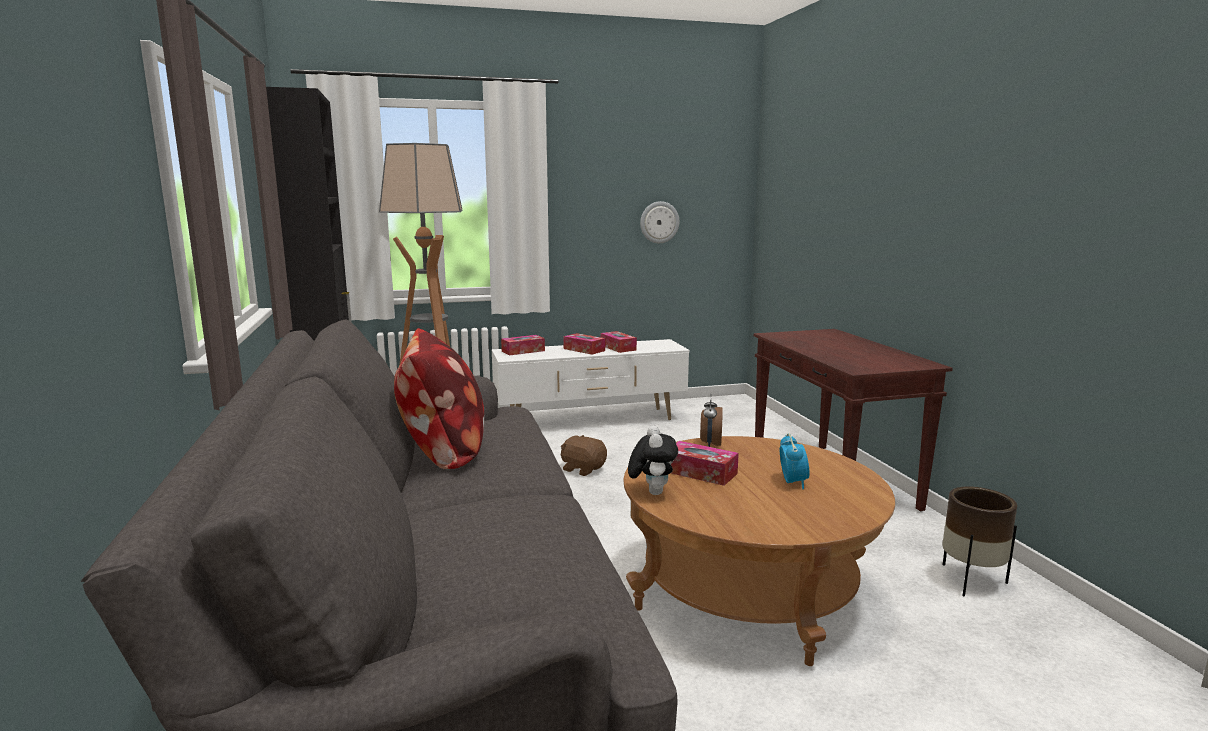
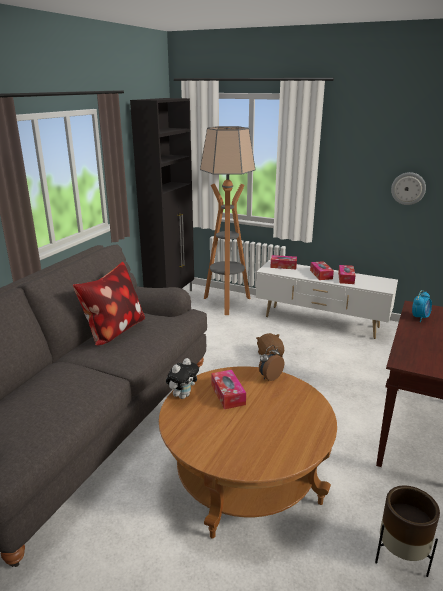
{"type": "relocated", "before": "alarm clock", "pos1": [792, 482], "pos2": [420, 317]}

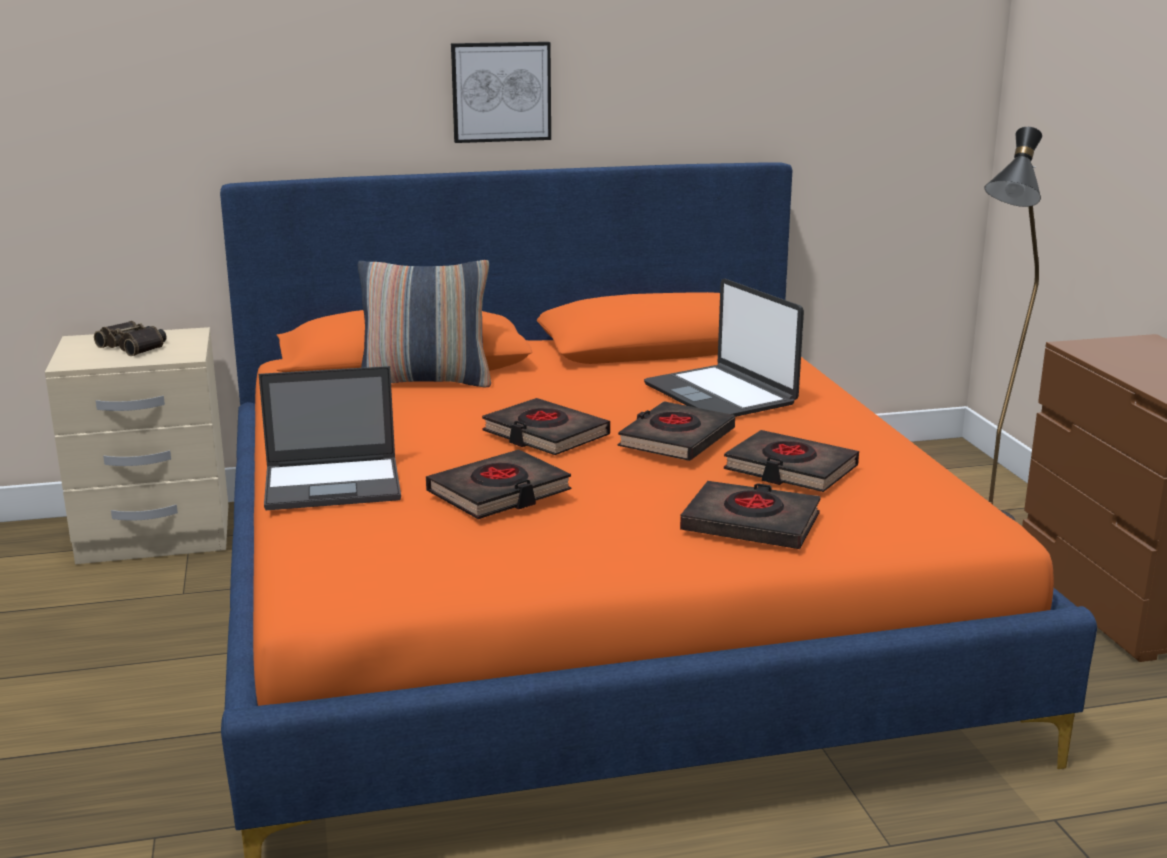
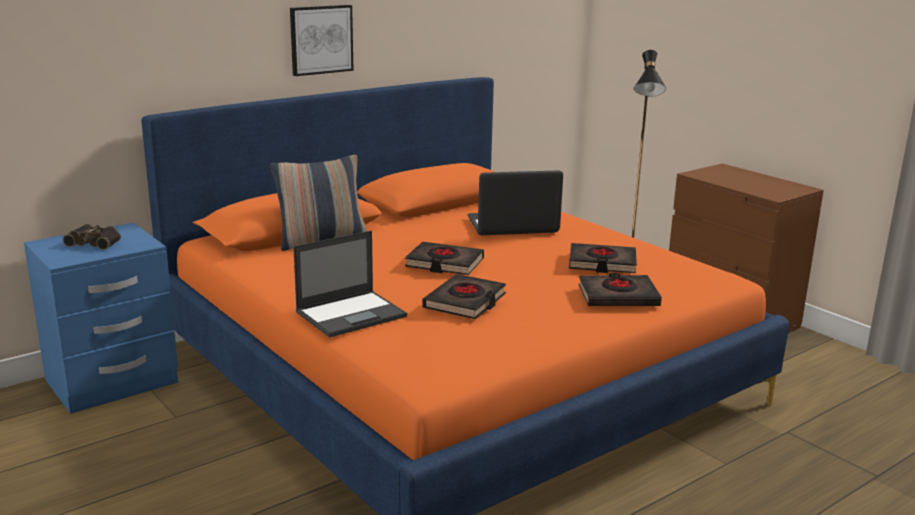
{"type": "colour", "before": "nightstand (beige)", "after": "nightstand (blue)", "pos1": [155, 535], "pos2": [112, 382]}
{"type": "missing", "before": "book (black)", "pos1": [676, 439]}
{"type": "spun", "before": "laptop", "pos1": [721, 394], "pos2": [512, 226], "turn": 135}

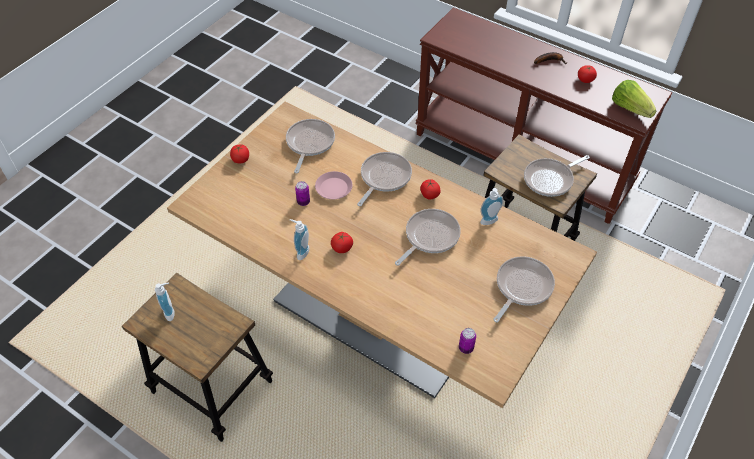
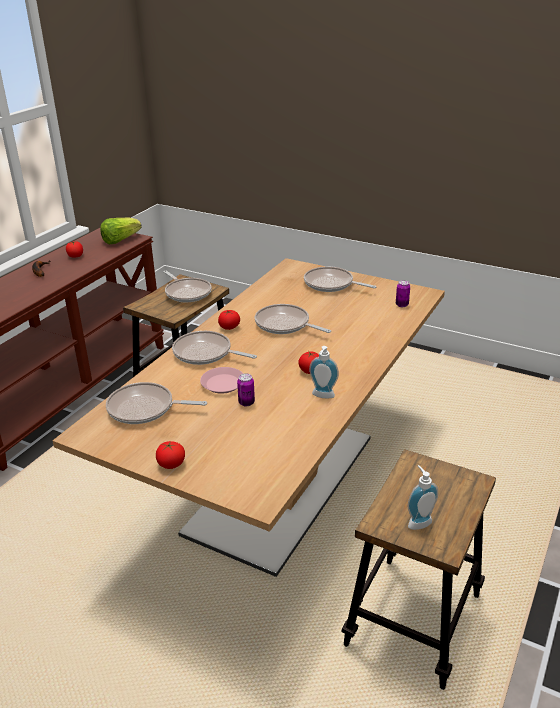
{"type": "missing", "before": "soap dispenser", "pos1": [490, 222]}

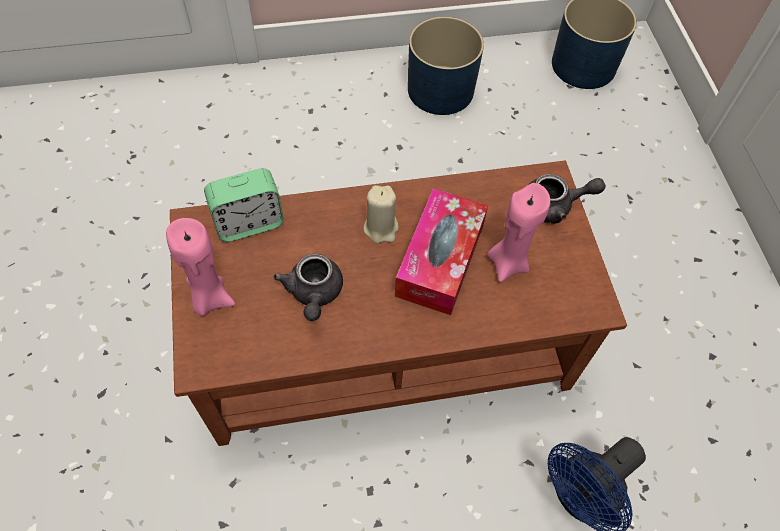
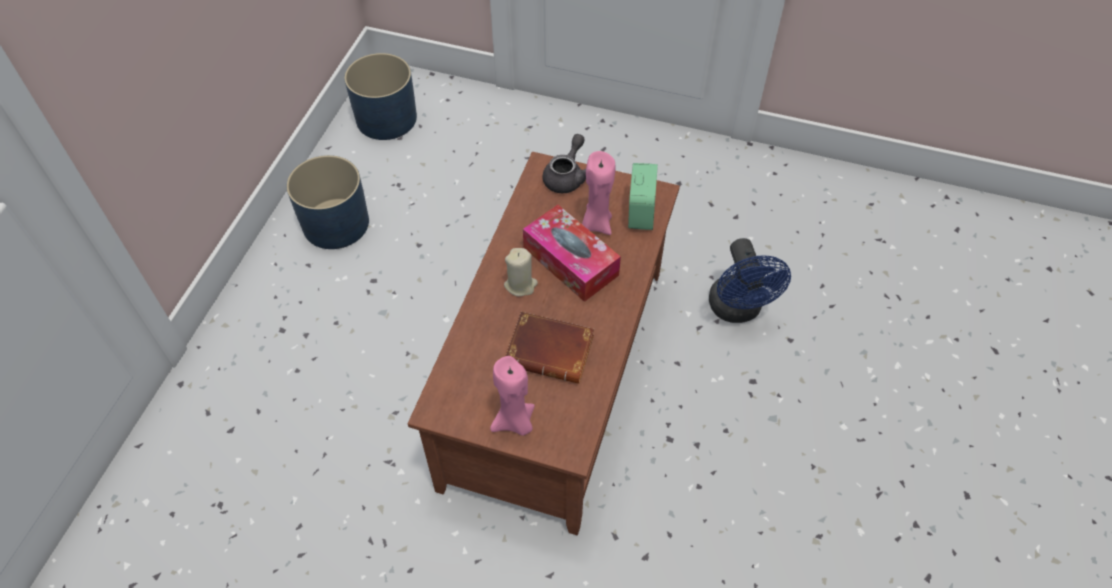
{"type": "relocated", "before": "alarm clock", "pos1": [249, 223], "pos2": [641, 212]}
{"type": "exchanged", "before": "teapot (grey)", "after": "book (brown)", "pos1": [314, 293], "pos2": [552, 350]}

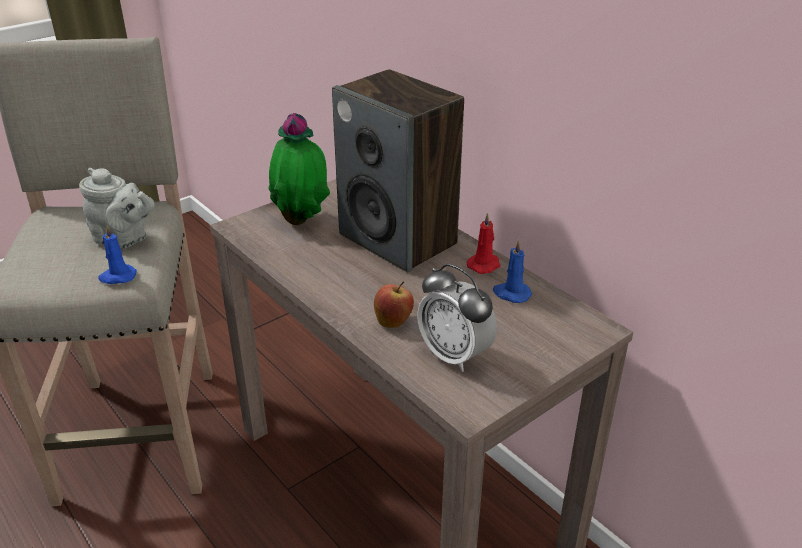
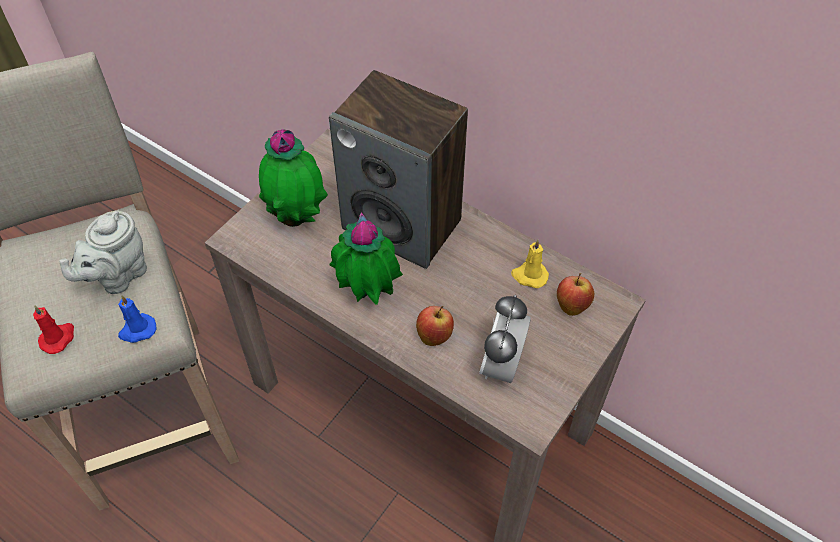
{"type": "spun", "before": "teapot (grey)", "pos1": [124, 239], "pos2": [118, 276], "turn": 120}
{"type": "spun", "before": "alarm clock", "pos1": [454, 355], "pos2": [501, 364], "turn": 75}
{"type": "relocated", "before": "candle (red)", "pos1": [484, 265], "pos2": [58, 338]}
{"type": "colour", "before": "candle (blue)", "after": "candle (yellow)", "pos1": [511, 293], "pos2": [529, 276]}
{"type": "appeared", "after": "potted plant", "pos2": [367, 295]}
{"type": "appeared", "after": "apple", "pos2": [572, 305]}

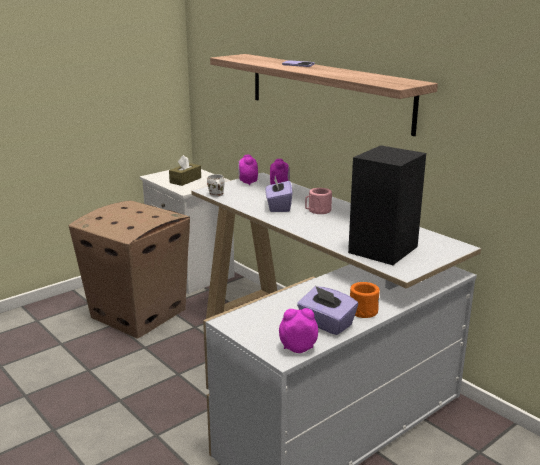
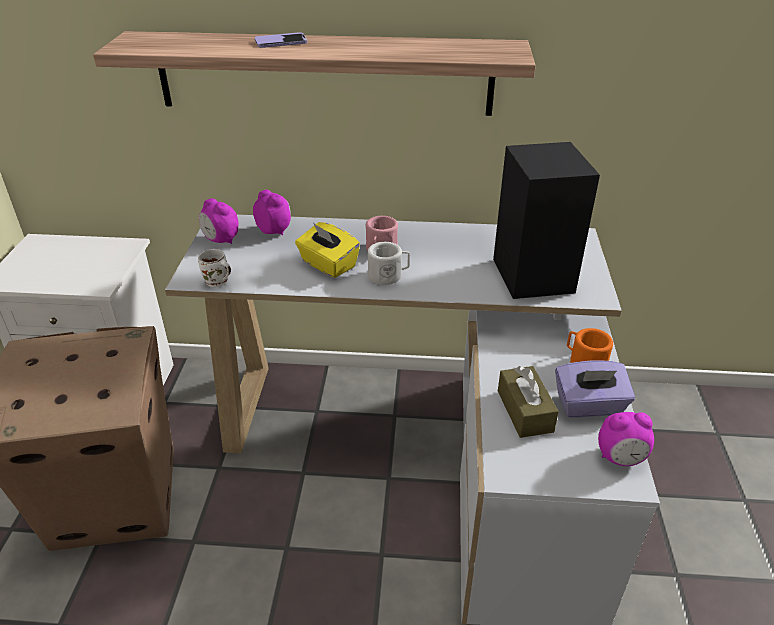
{"type": "relocated", "before": "tissue box (brown)", "pos1": [185, 180], "pos2": [524, 411]}
{"type": "colour", "before": "tissue box (purple)", "after": "tissue box (yellow)", "pos1": [278, 207], "pos2": [328, 265]}
{"type": "spun", "before": "alarm clock", "pos1": [298, 348], "pos2": [620, 458], "turn": -135}
{"type": "appeared", "after": "mug (white)", "pos2": [389, 275]}

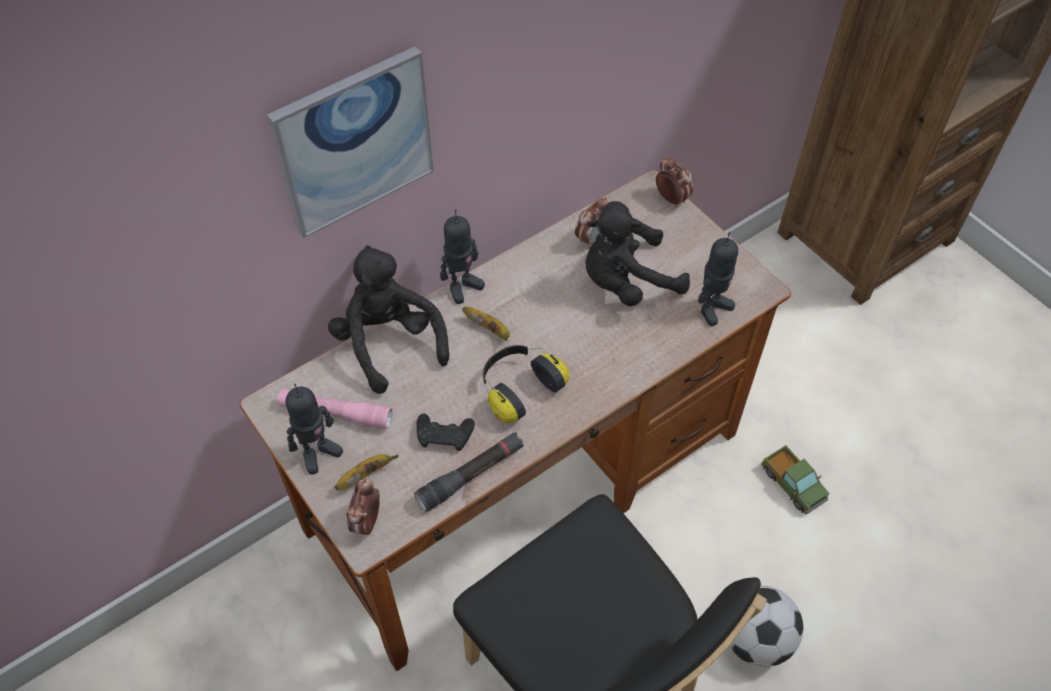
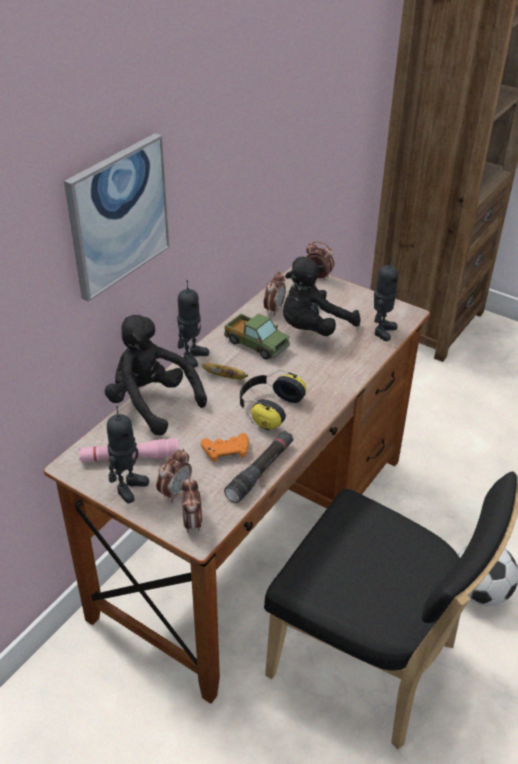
{"type": "exchanged", "before": "banana", "after": "alarm clock", "pos1": [365, 475], "pos2": [175, 492]}
{"type": "colour", "before": "game controller (black)", "after": "game controller (orange)", "pos1": [444, 435], "pos2": [226, 451]}
{"type": "relocated", "before": "toy truck", "pos1": [792, 484], "pos2": [256, 344]}

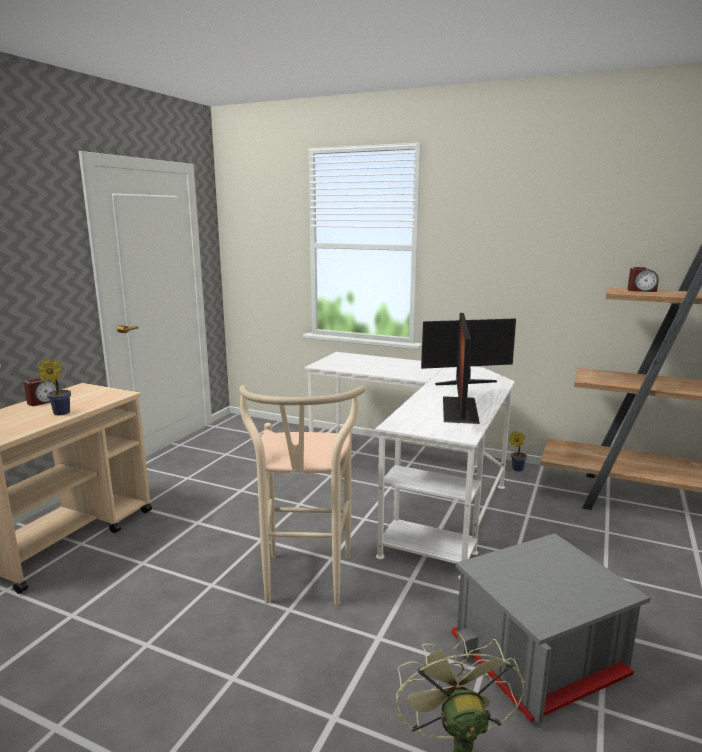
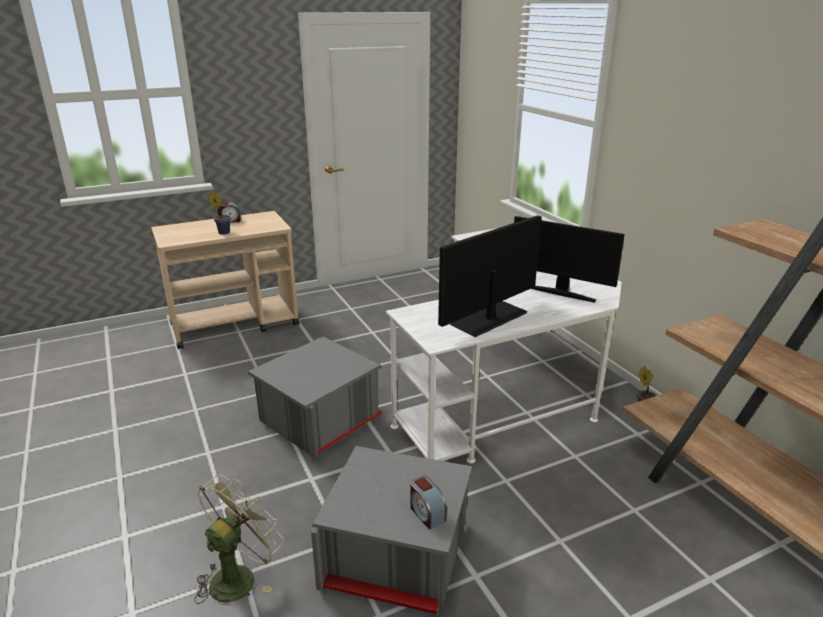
{"type": "exchanged", "before": "stool (beige)", "after": "storage box (grey)", "pos1": [305, 585], "pos2": [318, 420]}
{"type": "relocated", "before": "alarm clock", "pos1": [641, 290], "pos2": [426, 513]}

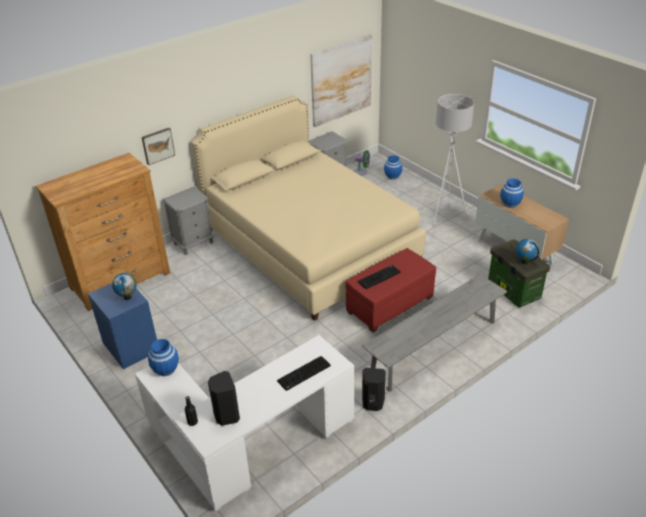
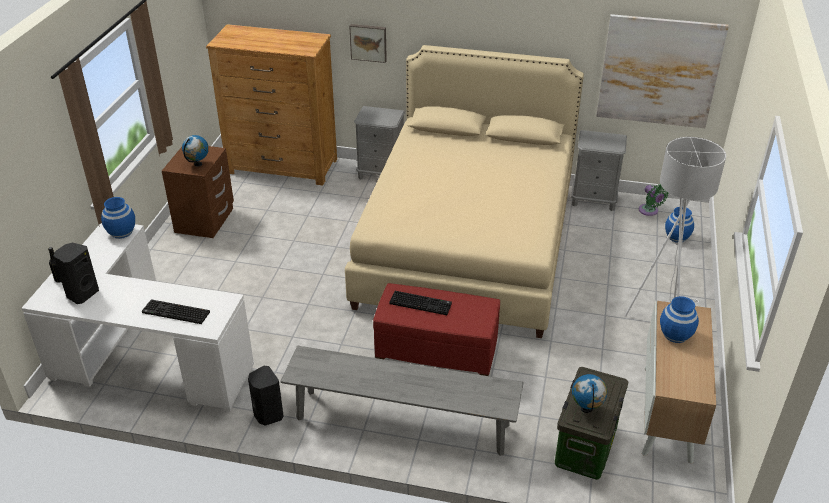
{"type": "colour", "before": "nightstand (blue)", "after": "nightstand (brown)", "pos1": [131, 346], "pos2": [205, 220]}

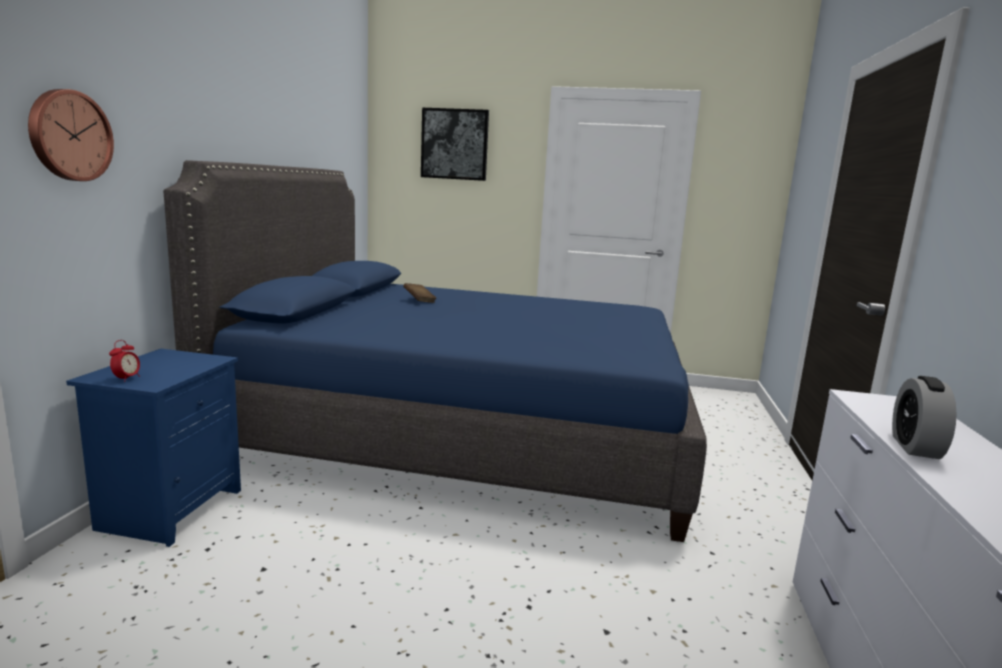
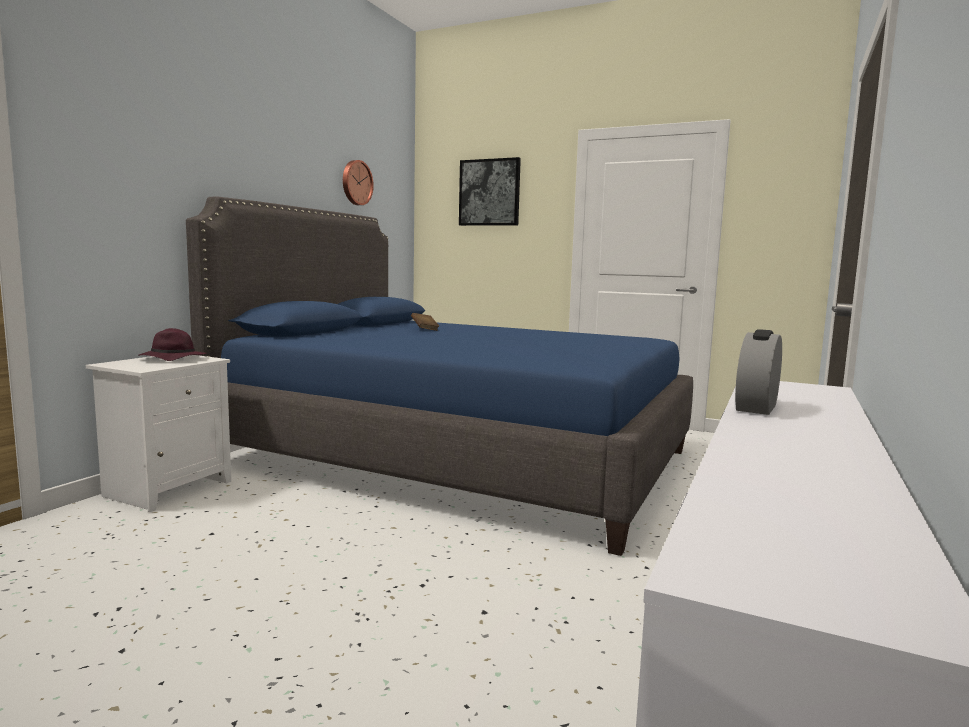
{"type": "relocated", "before": "wall clock", "pos1": [69, 135], "pos2": [356, 183]}
{"type": "colour", "before": "nightstand (blue)", "after": "nightstand (white)", "pos1": [170, 508], "pos2": [168, 488]}
{"type": "missing", "before": "alarm clock", "pos1": [127, 379]}
{"type": "appeared", "after": "hat (purple)", "pos2": [172, 359]}

